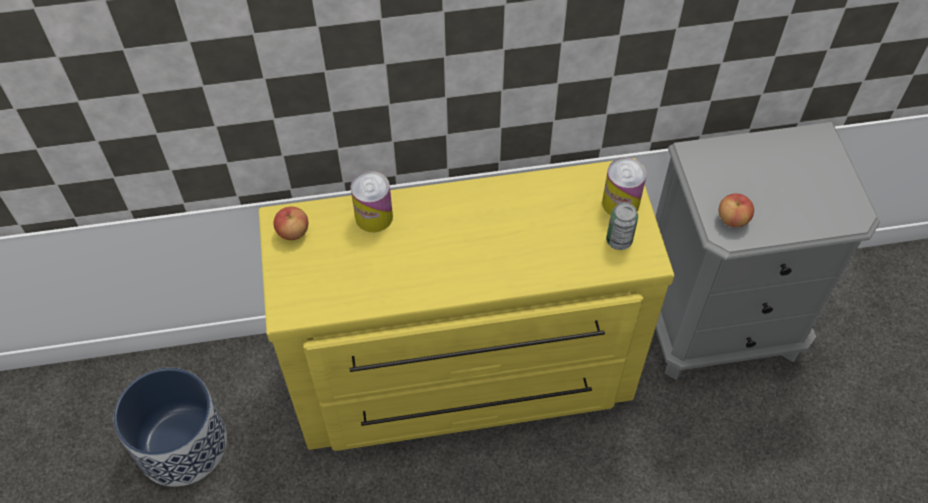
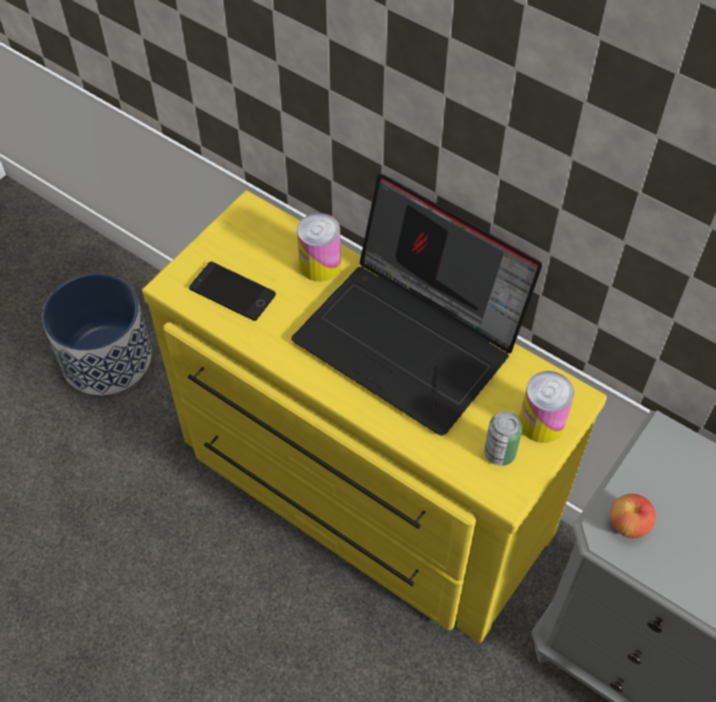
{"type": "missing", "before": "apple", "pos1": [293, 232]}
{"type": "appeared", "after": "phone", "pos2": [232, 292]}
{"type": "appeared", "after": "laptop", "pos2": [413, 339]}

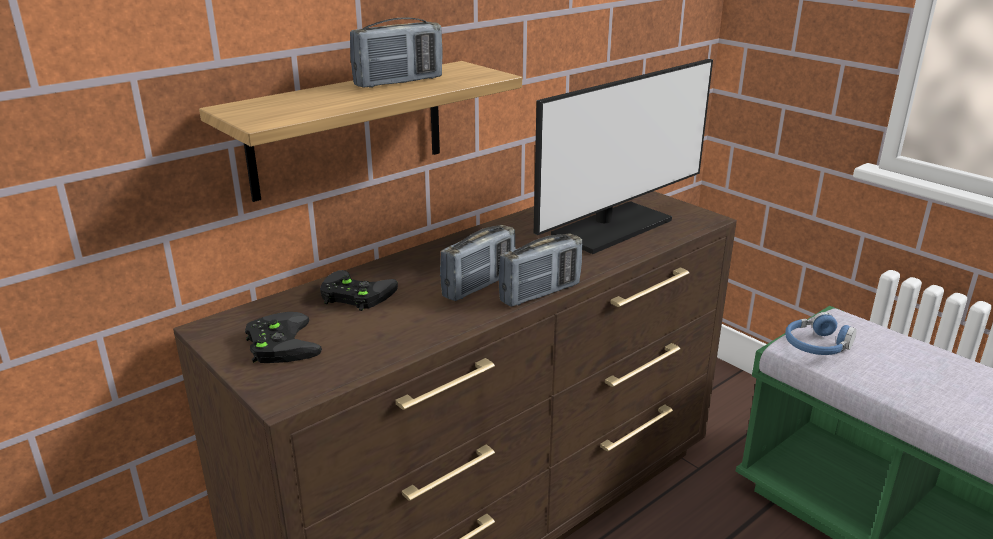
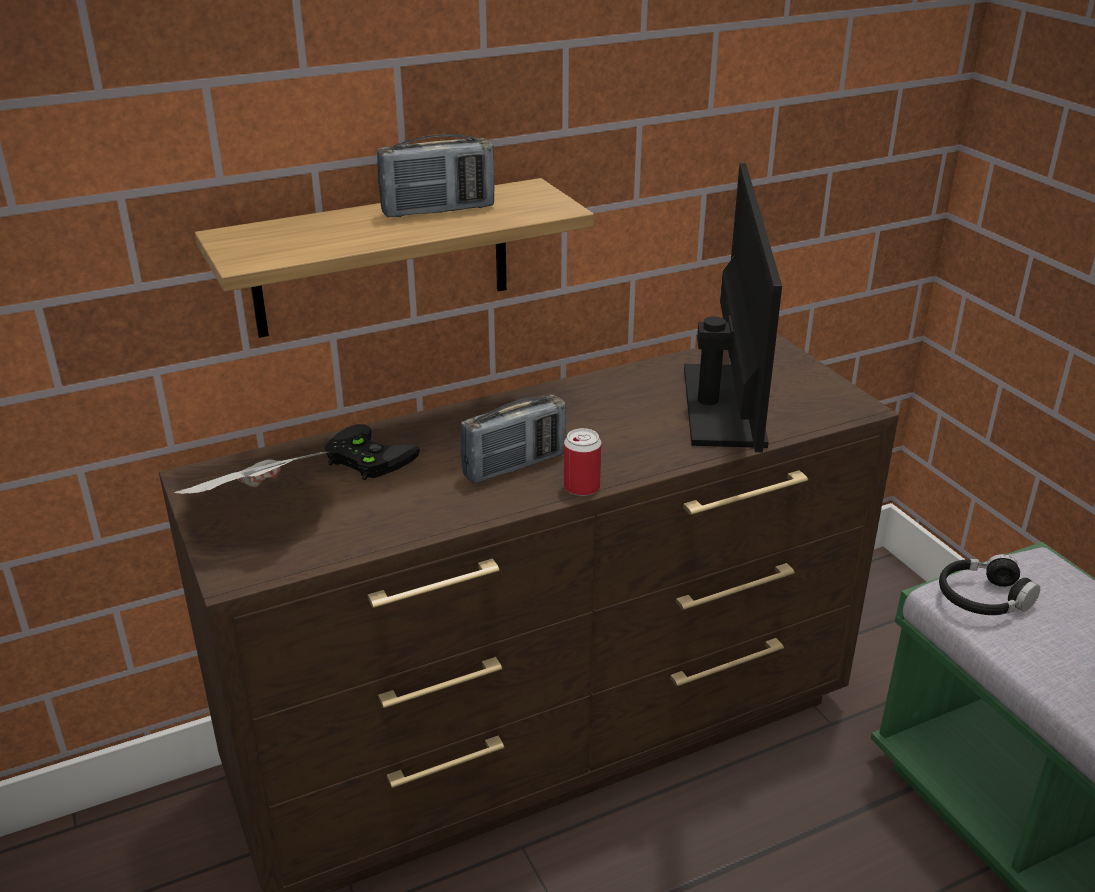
{"type": "exchanged", "before": "game controller (black)", "after": "newspaper", "pos1": [279, 343], "pos2": [258, 508]}
{"type": "exchanged", "before": "radio", "after": "can", "pos1": [540, 293], "pos2": [581, 487]}
{"type": "spun", "before": "monitor", "pos1": [612, 228], "pos2": [723, 406], "turn": -60}
{"type": "colour", "before": "headphones (blue)", "after": "headphones (black)", "pos1": [817, 345], "pos2": [983, 598]}

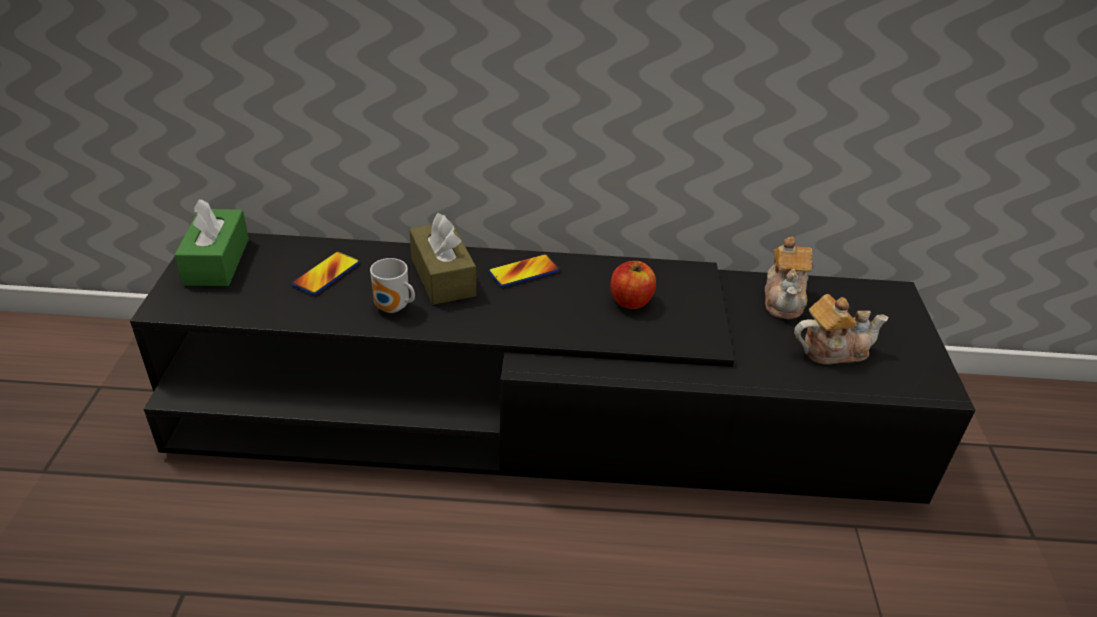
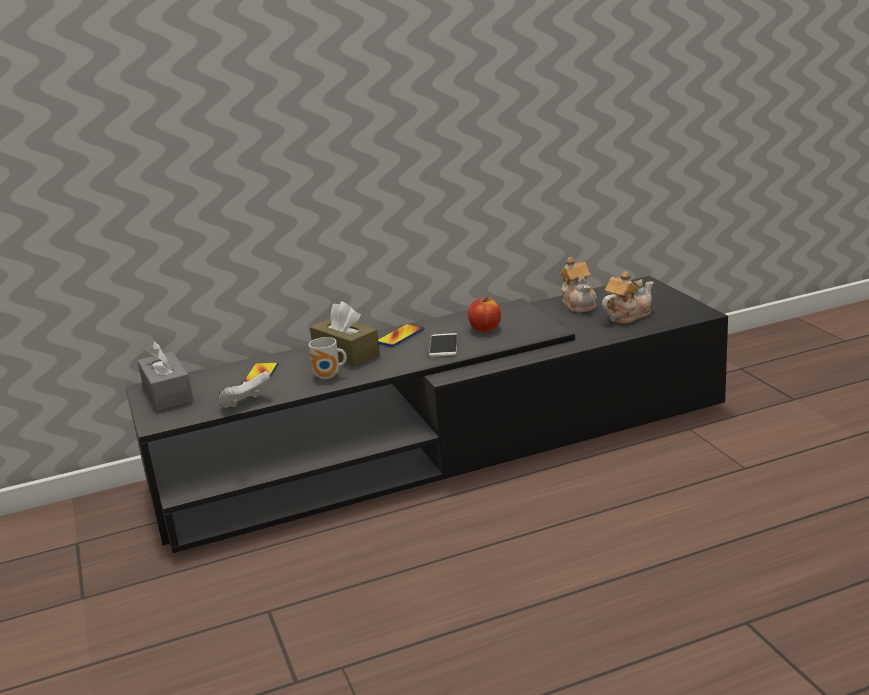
{"type": "colour", "before": "tissue box (green)", "after": "tissue box (grey)", "pos1": [217, 261], "pos2": [167, 394]}
{"type": "appeared", "after": "game controller (white)", "pos2": [245, 403]}
{"type": "appeared", "after": "phone", "pos2": [443, 346]}

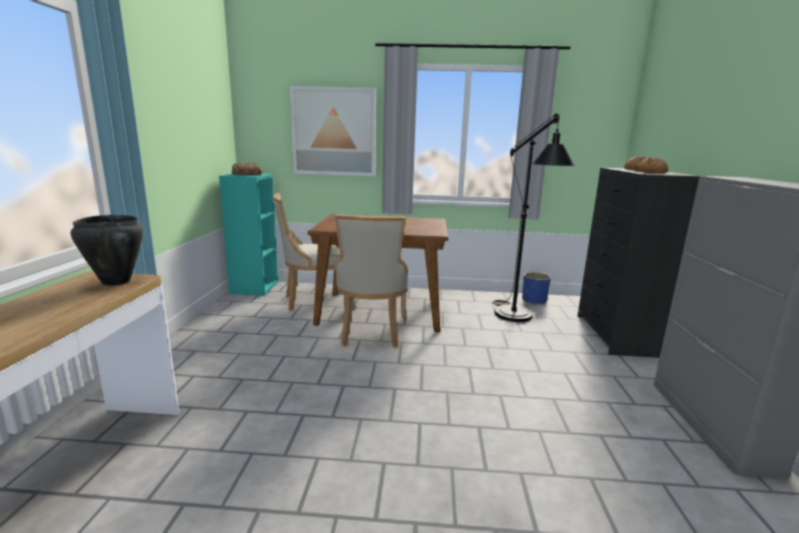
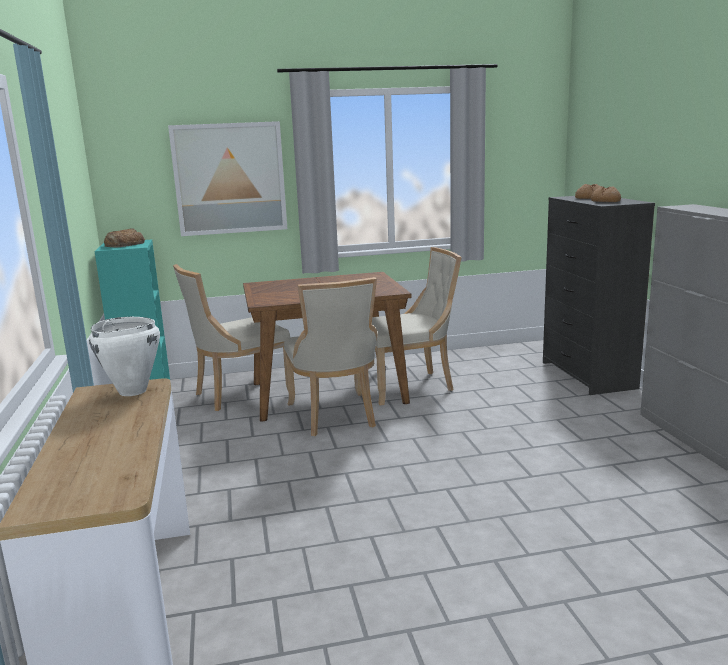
{"type": "colour", "before": "cooking pot (black)", "after": "cooking pot (white)", "pos1": [116, 282], "pos2": [132, 391]}
{"type": "missing", "before": "floor lamp (black)", "pos1": [517, 319]}
{"type": "missing", "before": "planter (blue)", "pos1": [534, 300]}
{"type": "appeared", "after": "chair (beige)", "pos2": [409, 386]}

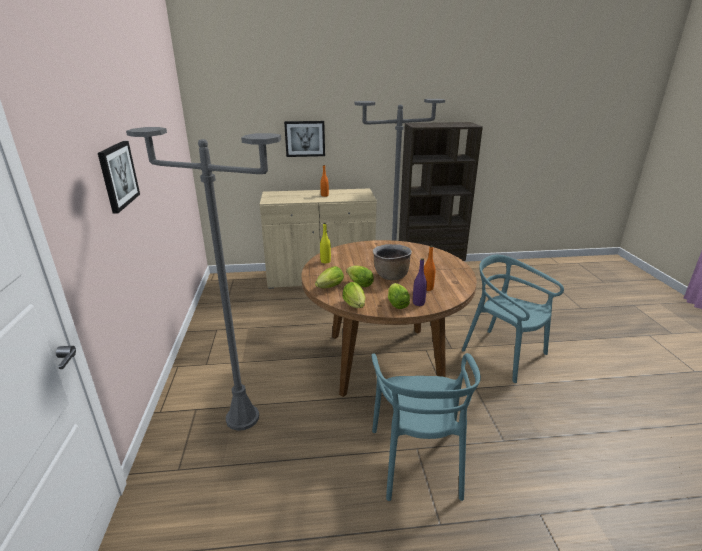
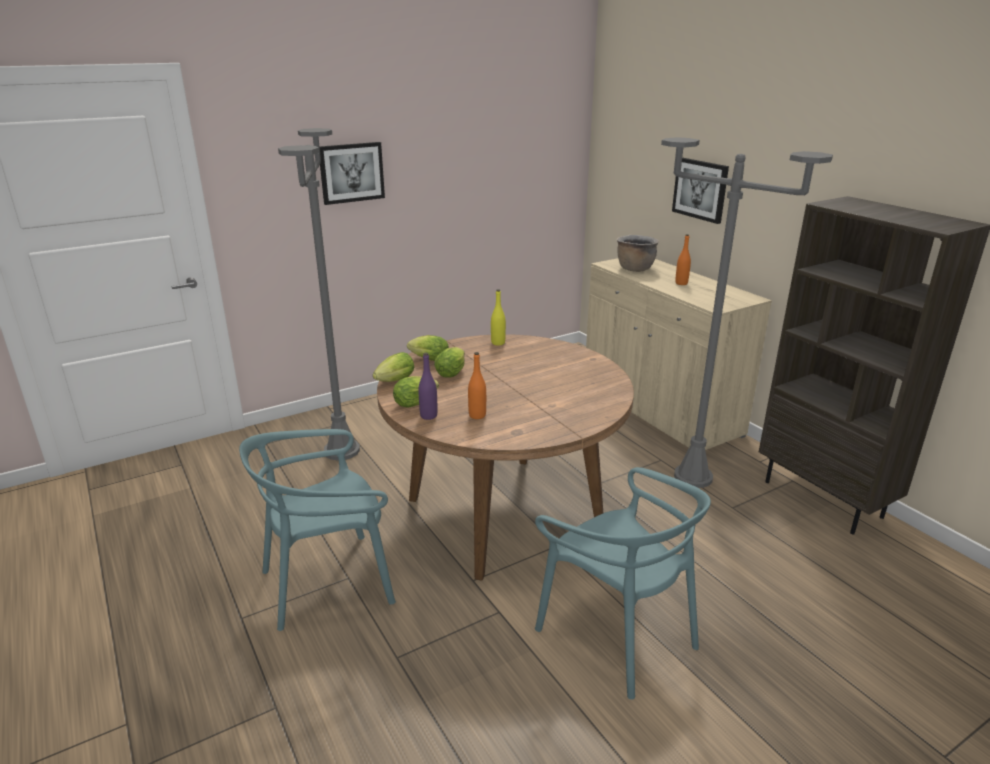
{"type": "relocated", "before": "cooking pot (brown)", "pos1": [390, 276], "pos2": [635, 269]}
{"type": "spun", "before": "chair (turquoise)", "pos1": [503, 354], "pos2": [617, 634], "turn": 120}

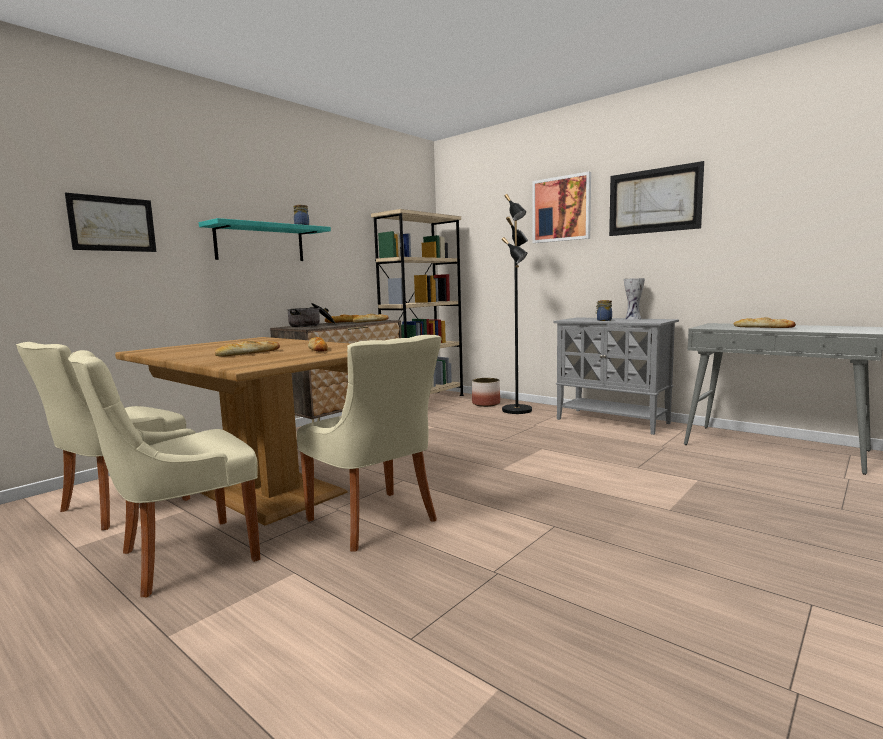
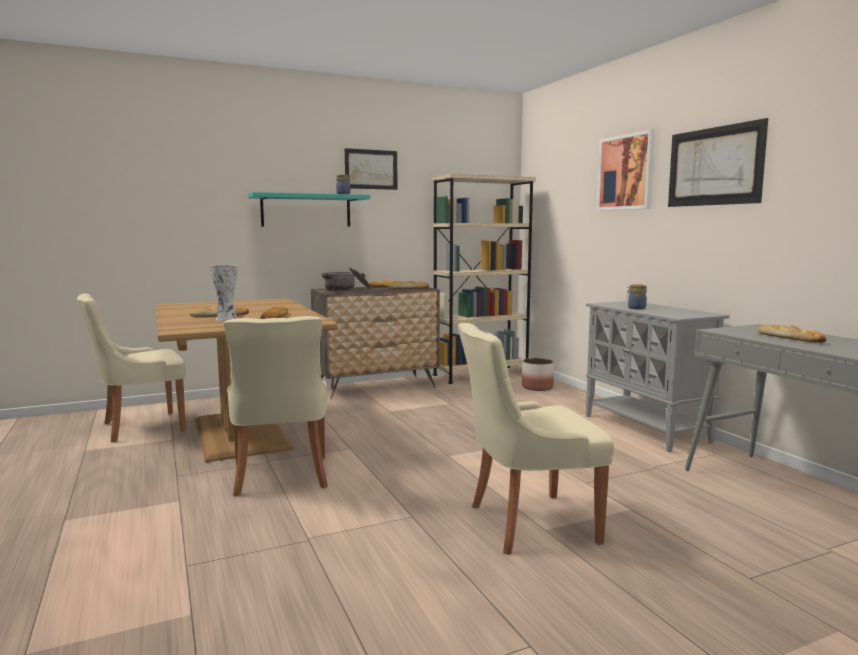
{"type": "relocated", "before": "picture", "pos1": [112, 224], "pos2": [371, 169]}
{"type": "relocated", "before": "chair (beige)", "pos1": [183, 557], "pos2": [527, 523]}
{"type": "missing", "before": "floor lamp (black)", "pos1": [518, 410]}
{"type": "relocated", "before": "vase", "pos1": [633, 318], "pos2": [226, 319]}

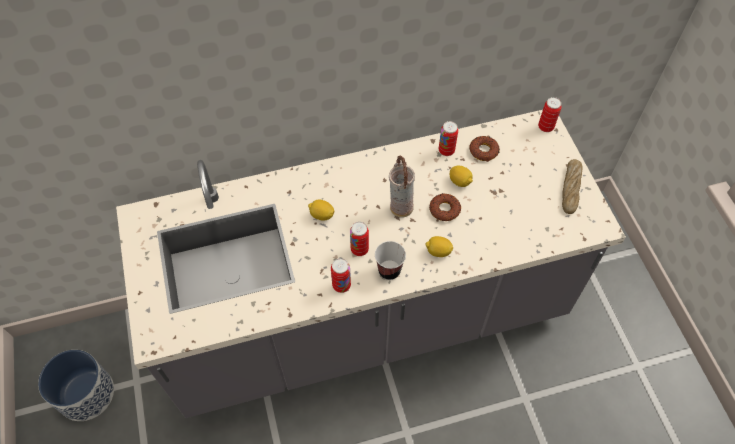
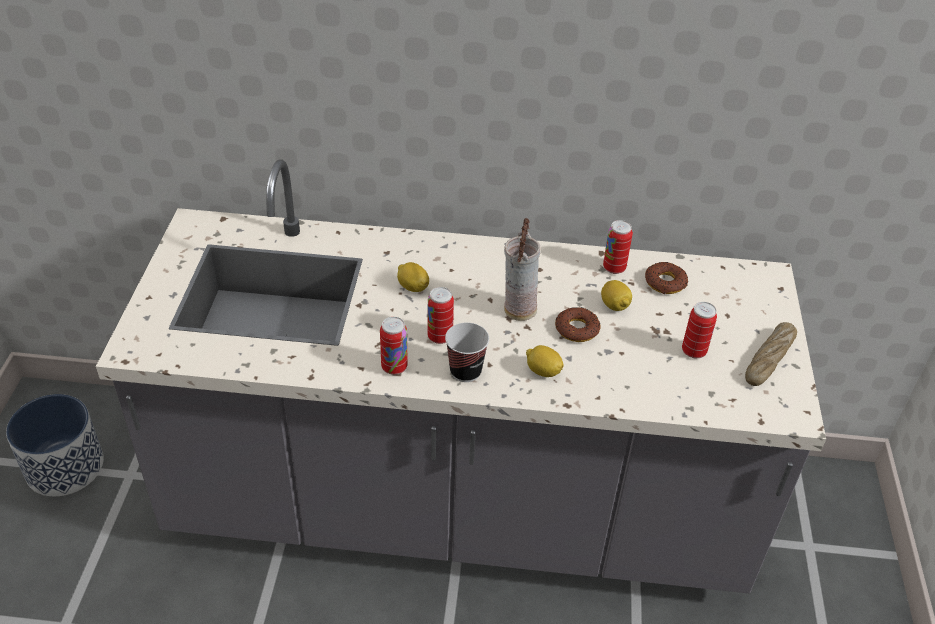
{"type": "relocated", "before": "can", "pos1": [545, 127], "pos2": [693, 351]}

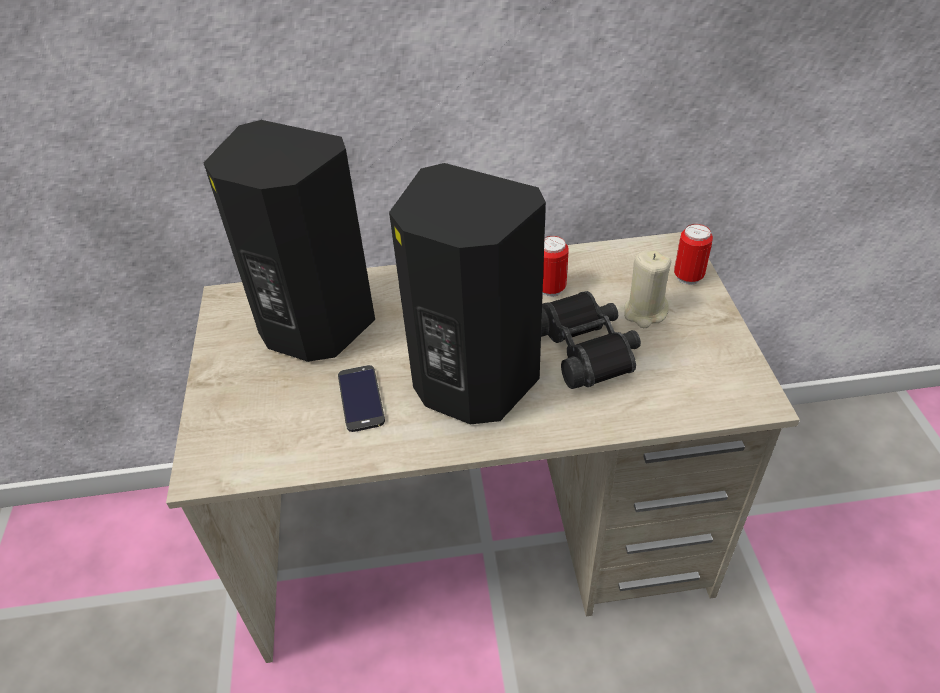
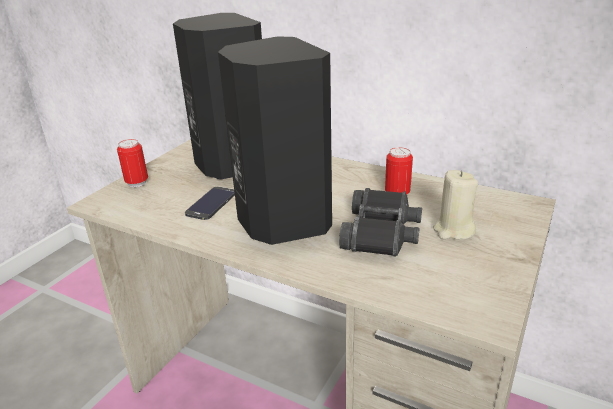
{"type": "relocated", "before": "can", "pos1": [688, 277], "pos2": [137, 183]}

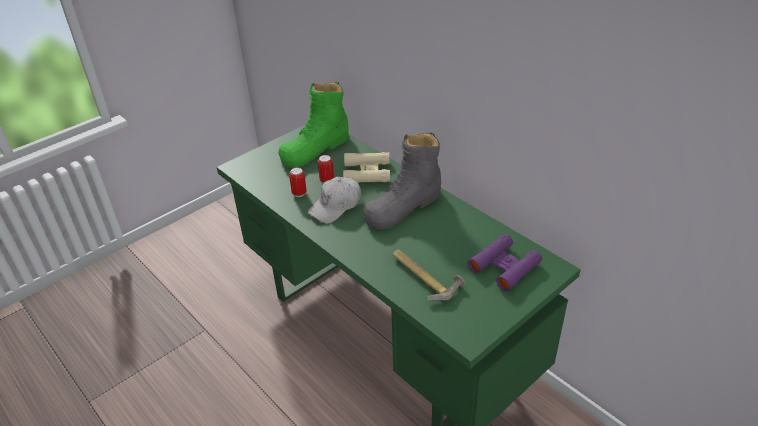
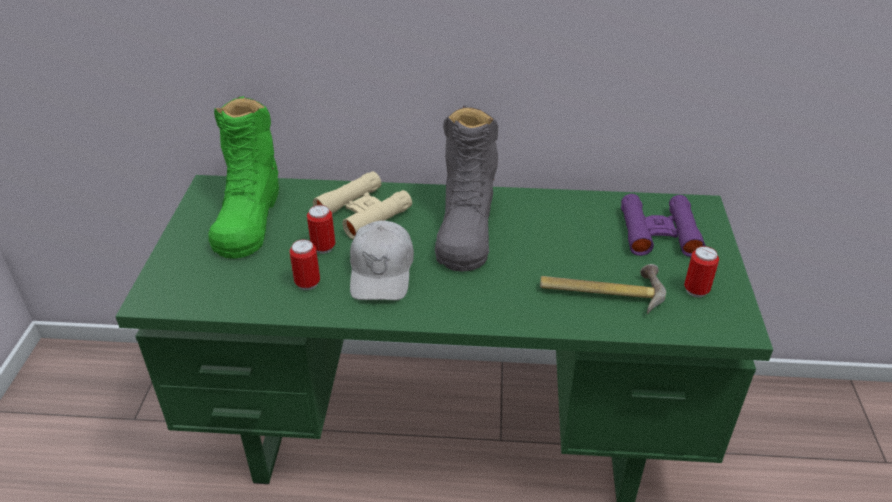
{"type": "appeared", "after": "can", "pos2": [696, 290]}

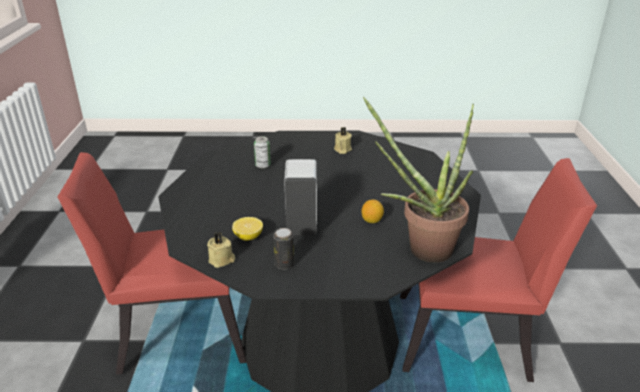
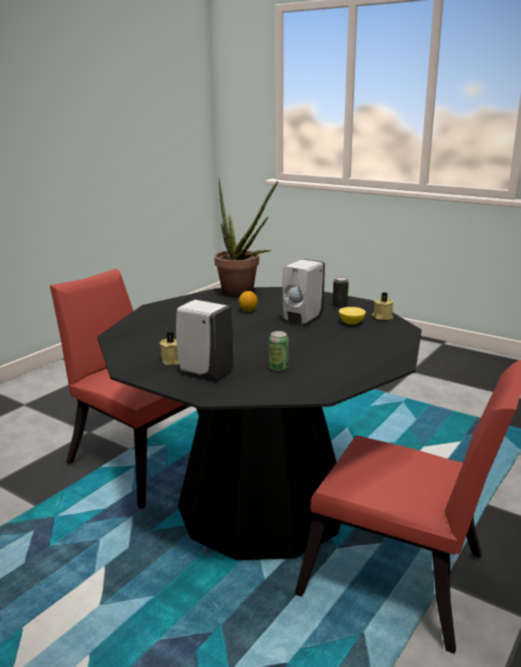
{"type": "appeared", "after": "soap dispenser (white)", "pos2": [204, 372]}

